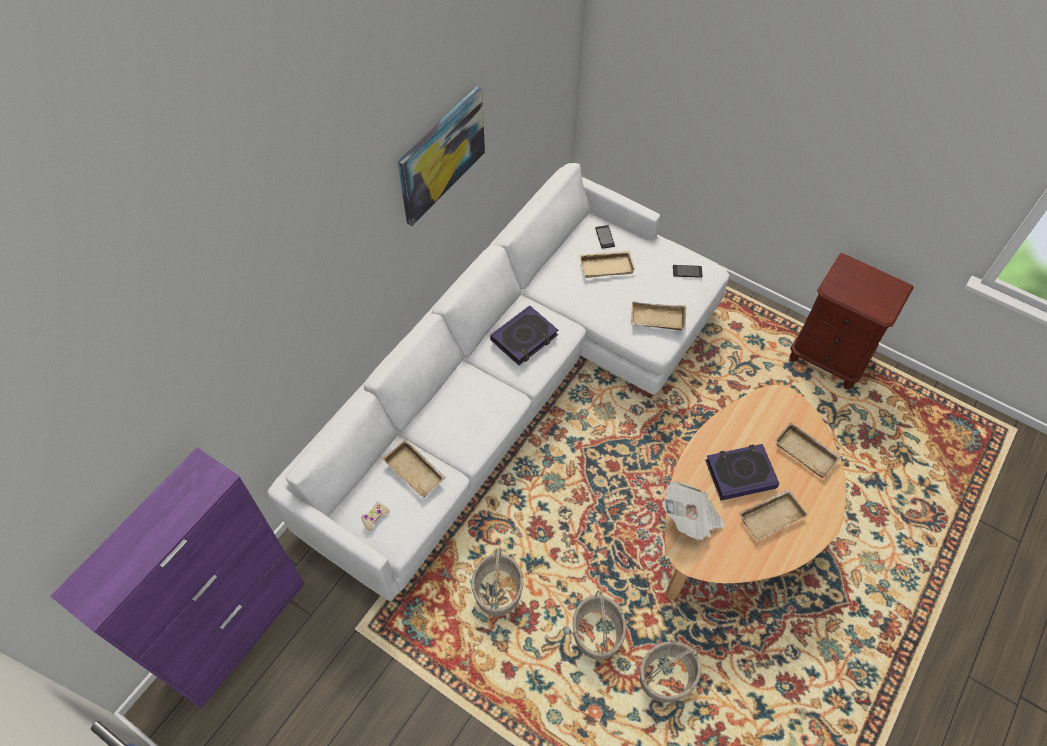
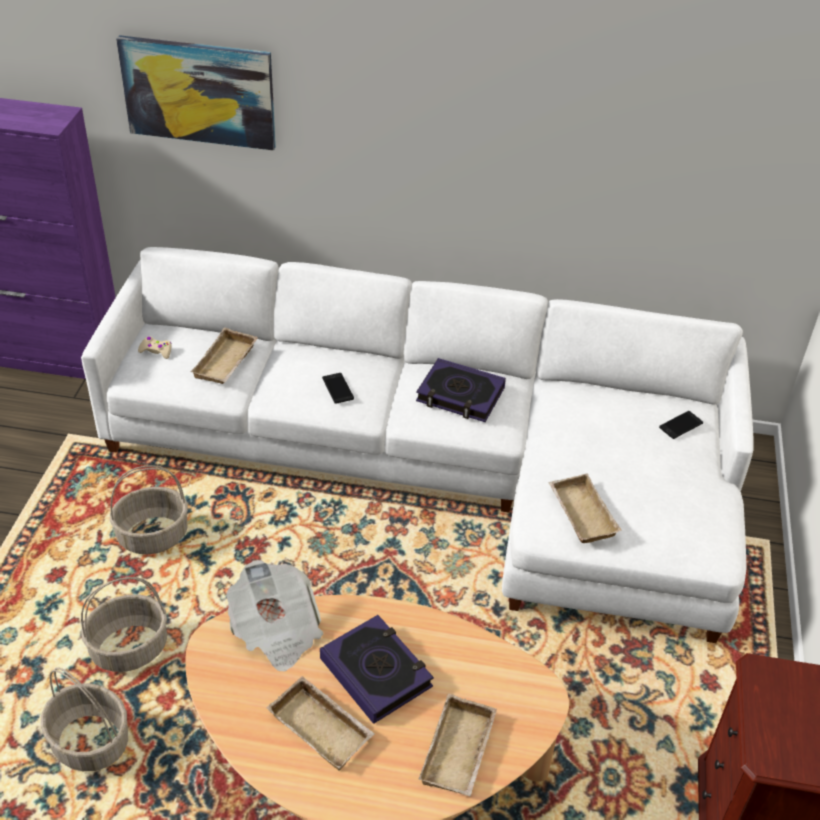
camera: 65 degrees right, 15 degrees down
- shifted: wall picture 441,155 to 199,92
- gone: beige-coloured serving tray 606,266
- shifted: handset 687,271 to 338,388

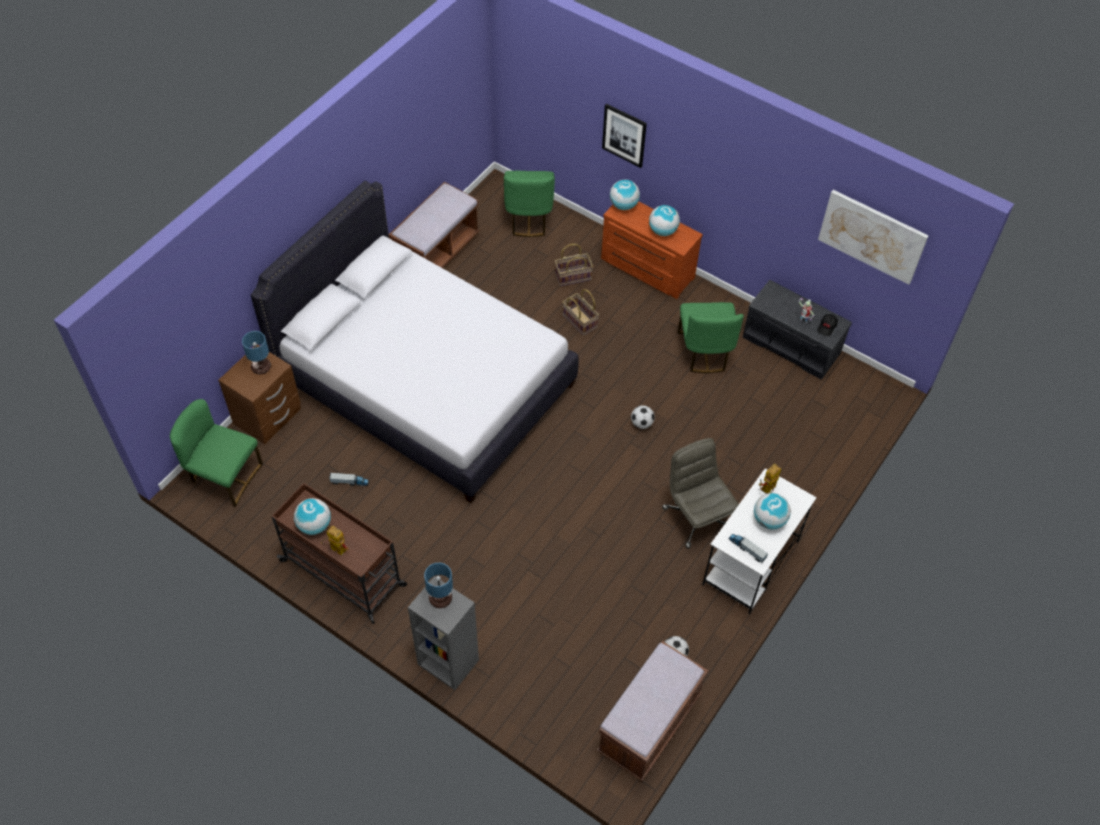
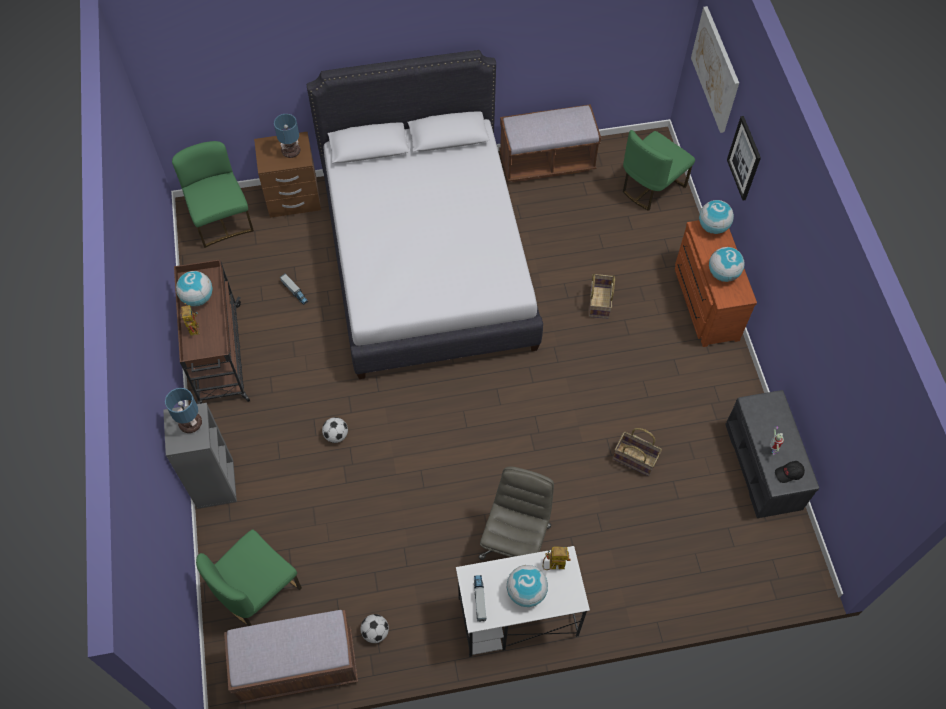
camera: 45 degrees right, 5 degrees up
- shifted: storage basket 573,276 to 635,458
- shifted: football 641,423 to 336,435
- shifted: greenish chair 704,351 to 257,590
- shifted: wall picture 872,236 to 715,69

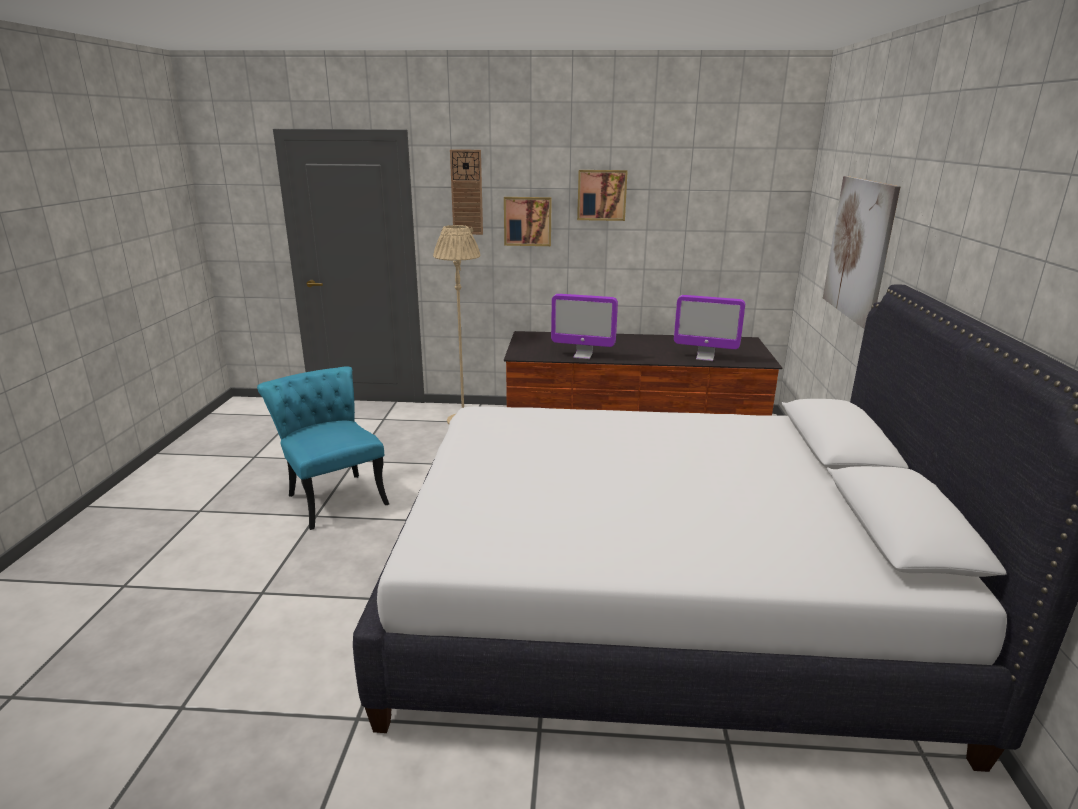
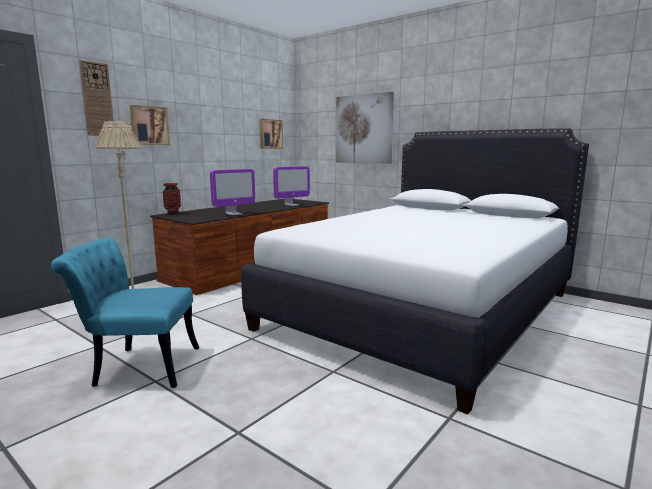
camera: 55 degrees left, 10 degrees down
- shifted: wall picture 601,195 to 270,134
- new: flower vase 173,214

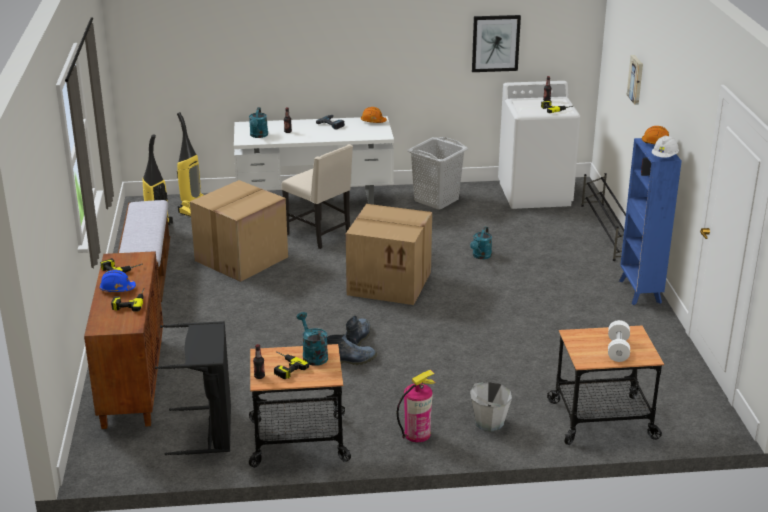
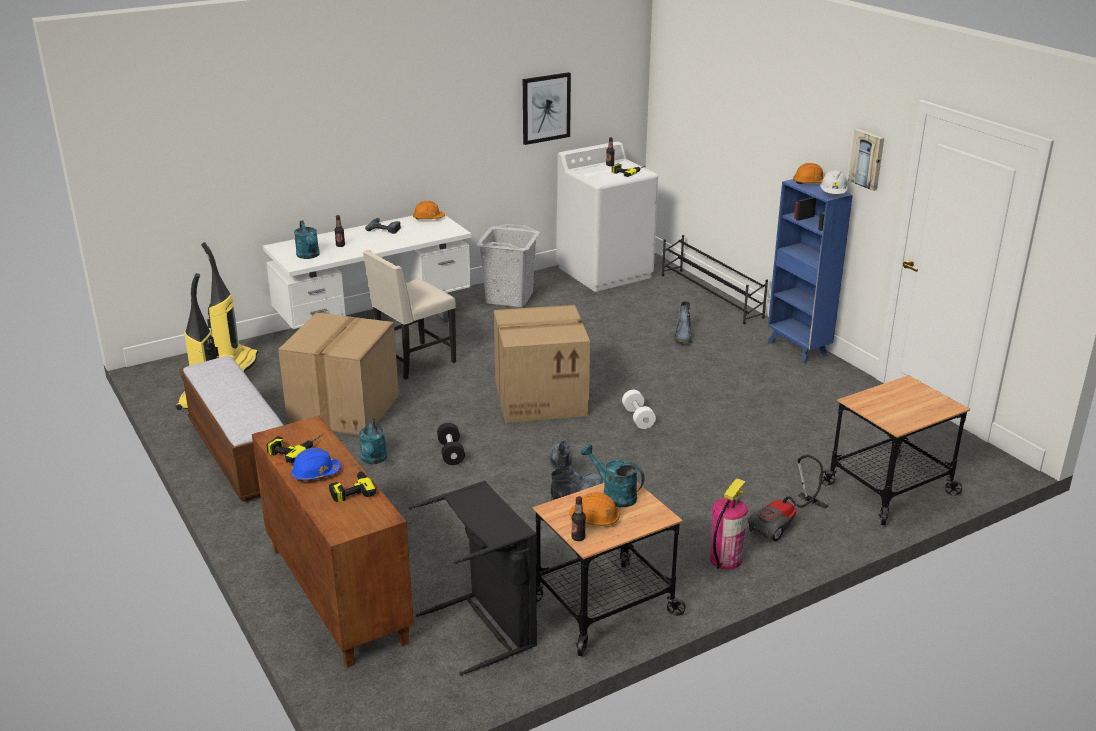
camera: 25 degrees left, 0 degrees up
- swapped: electric drill 283,367 to orange safety helmet 595,518
- rotated: beige-coloured chair 320,235 = 413,362 120 degrees clockwise
- shifted: turquoise sprinkling can 480,256 to 373,460
- swapped: grey bucket 489,422 to vacuum 785,524
- shifted: white hand weight 618,349 to 638,418
- shifted: wall picture 636,79 to 867,159
- new: black-coloured hand weight 451,453
- new: tall boot 683,336

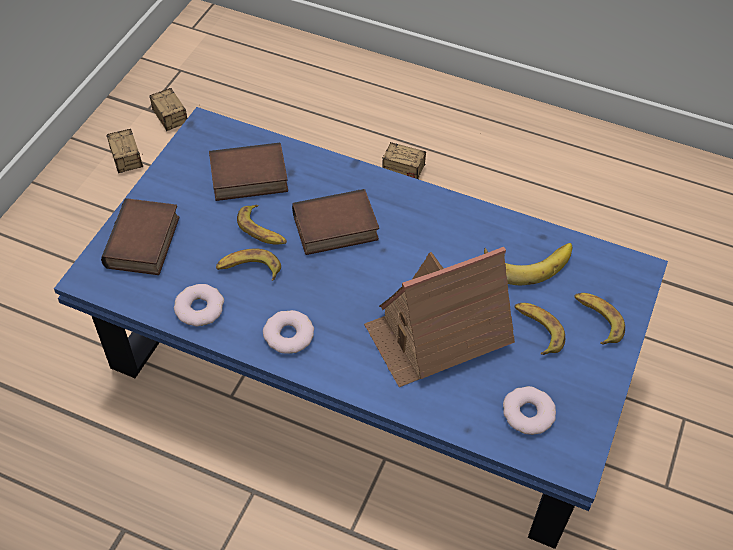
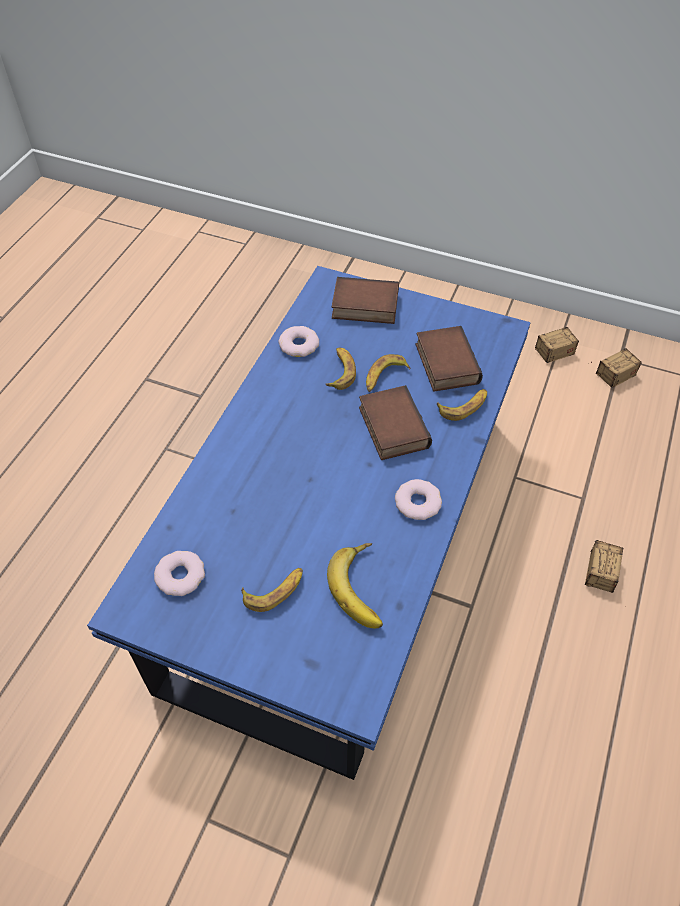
camera: 90 degrees right, 0 degrees up
- shifted: donut 288,335 to 417,502
- gone: miniature house 438,333
- shifted: banana fruit 597,320 to 464,406

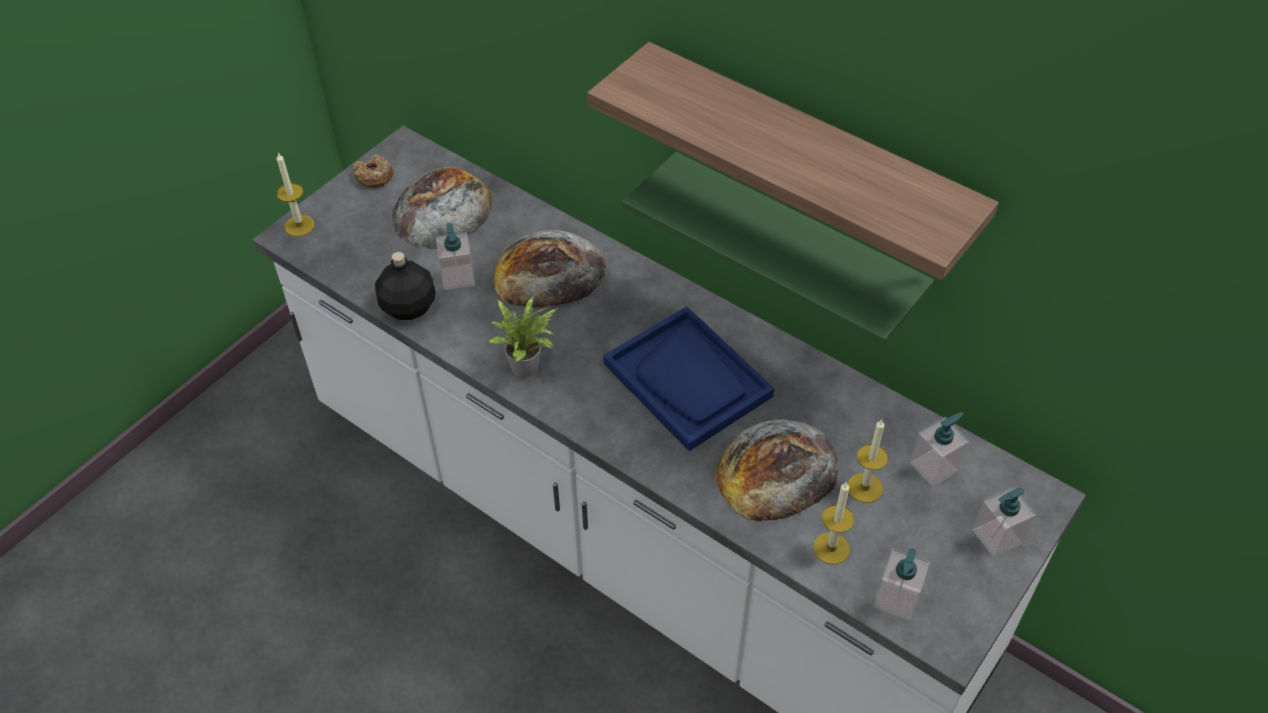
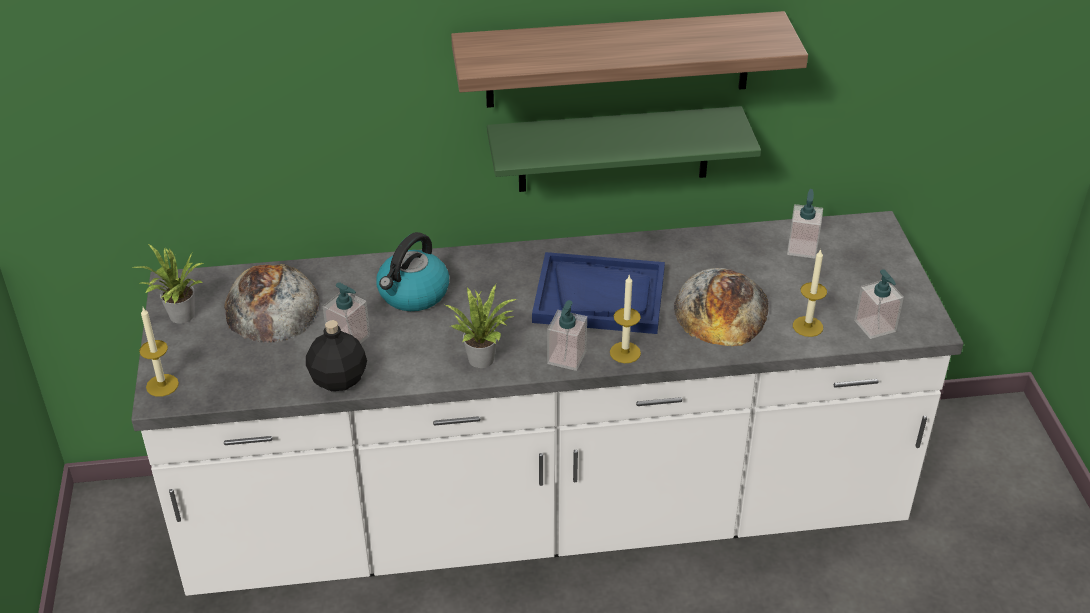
camera: 45 degrees left, 10 degrees down
- swapped: donut 374,176 to plant in a pot 179,317
- swapped: baked bread 549,271 to tea kettle 413,294
- shifted: wax light 864,487 to 625,352
- shifted: liquid soap bottle 997,537 to 566,357

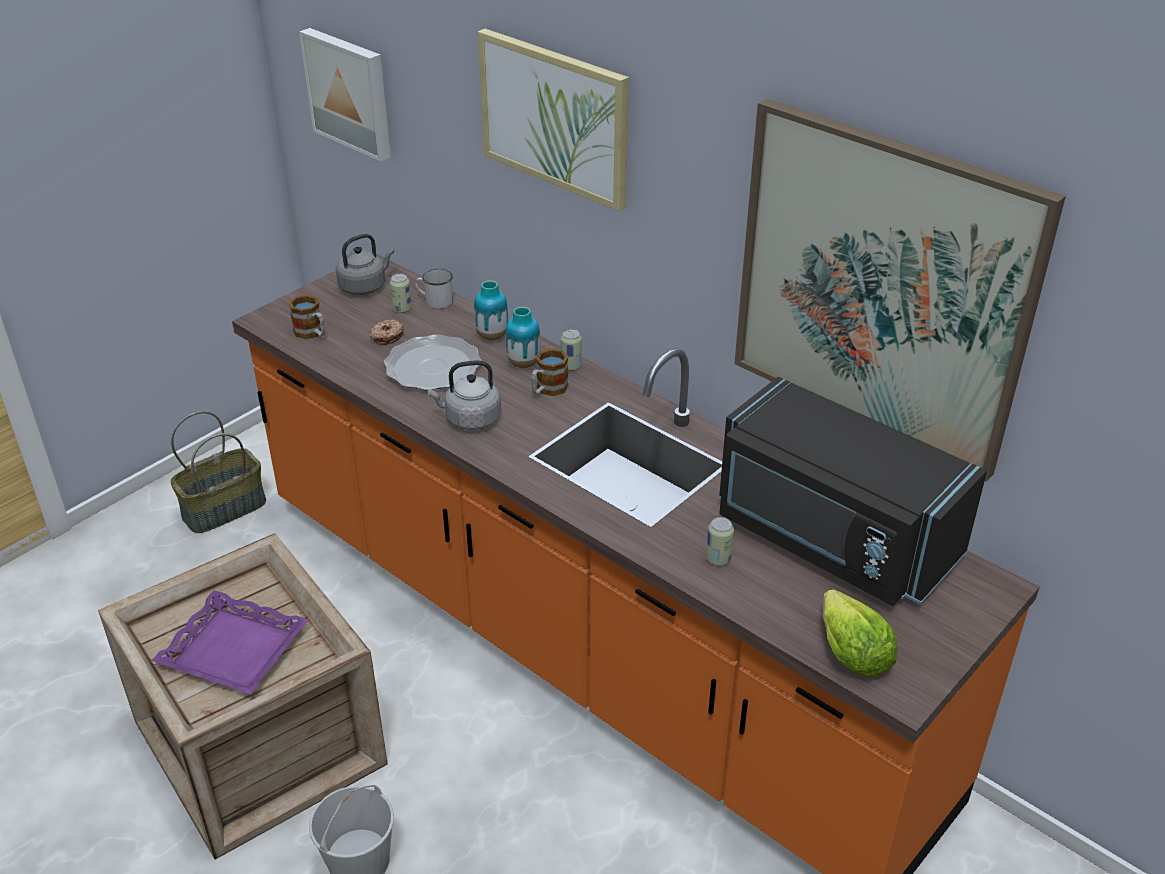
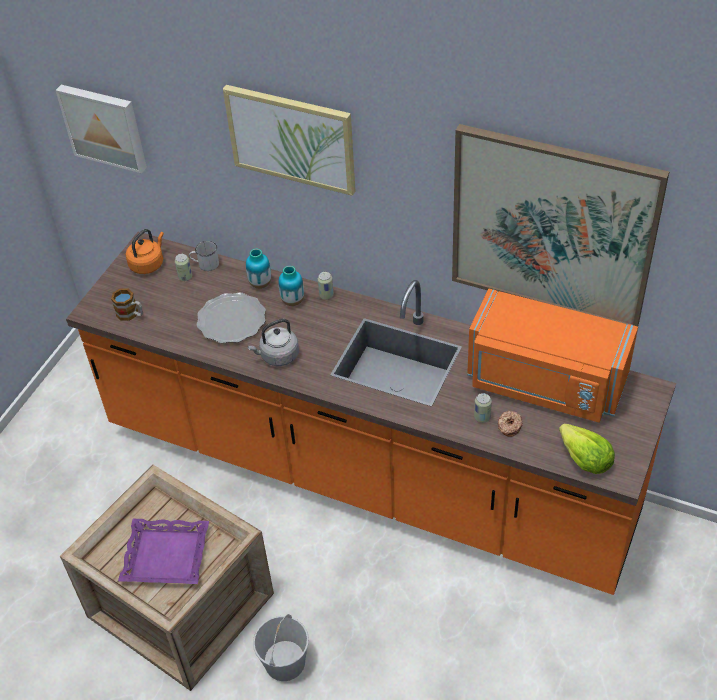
camera: 15 degrees left, 10 degrees up
- gone: storage basket 224,508
- repainted: grey tea kettle 365,286 to orange tea kettle 148,264
- shifted: donut 387,336 to 509,426
- gone: coffee mug 547,390
- repainted: black-coloured microwave 831,539 to orange microwave 544,384

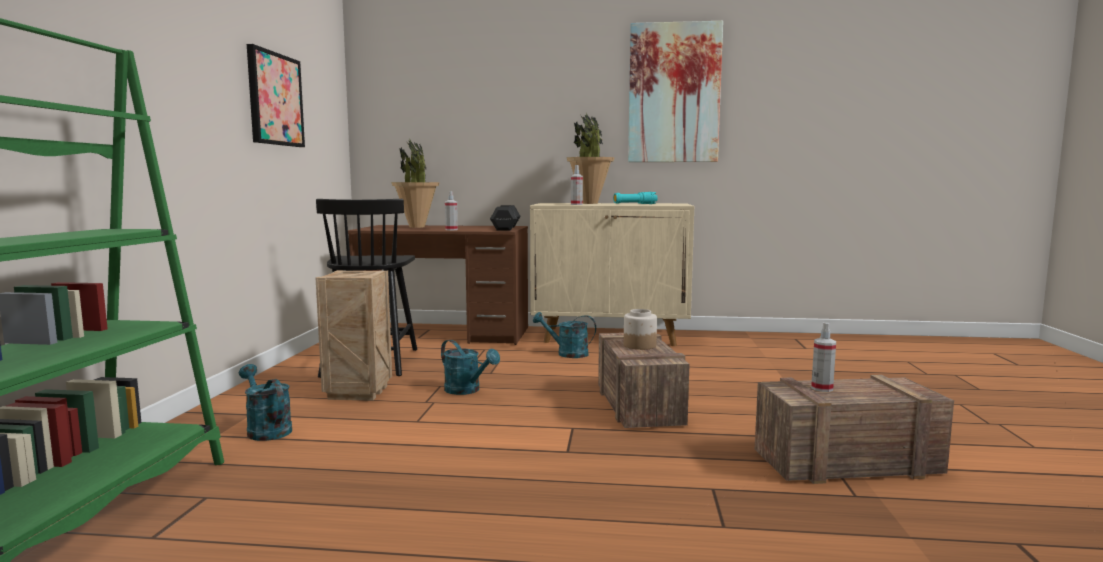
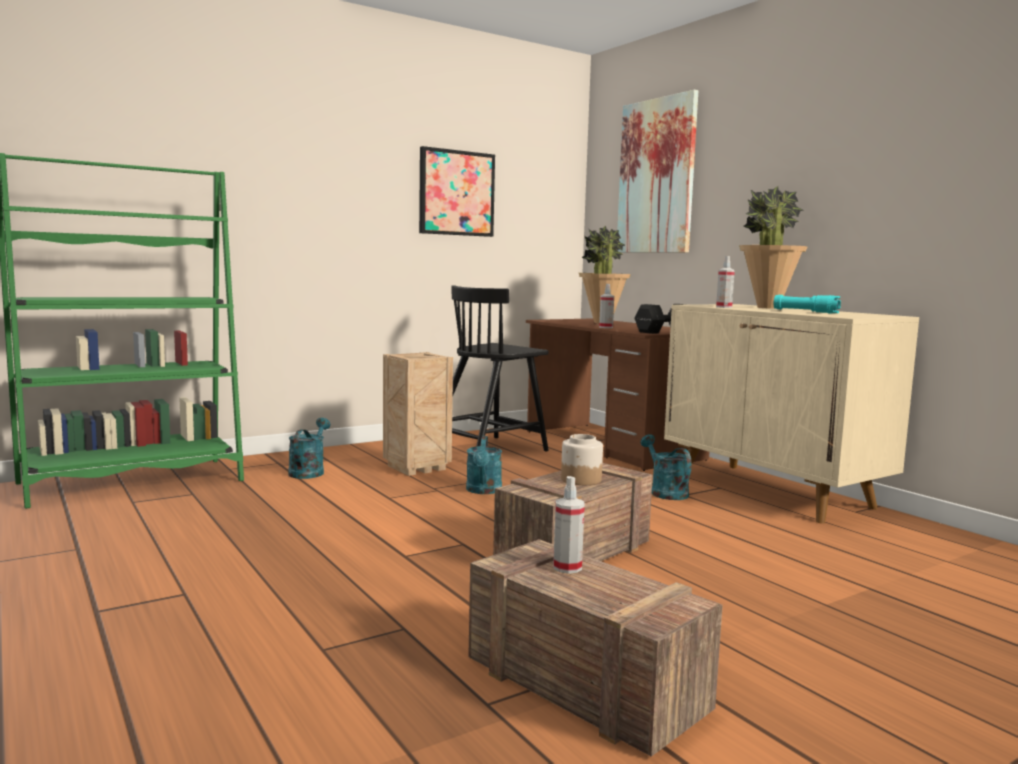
camera: 50 degrees right, 0 degrees up
- shifted: wall picture 674,93 to 656,176

